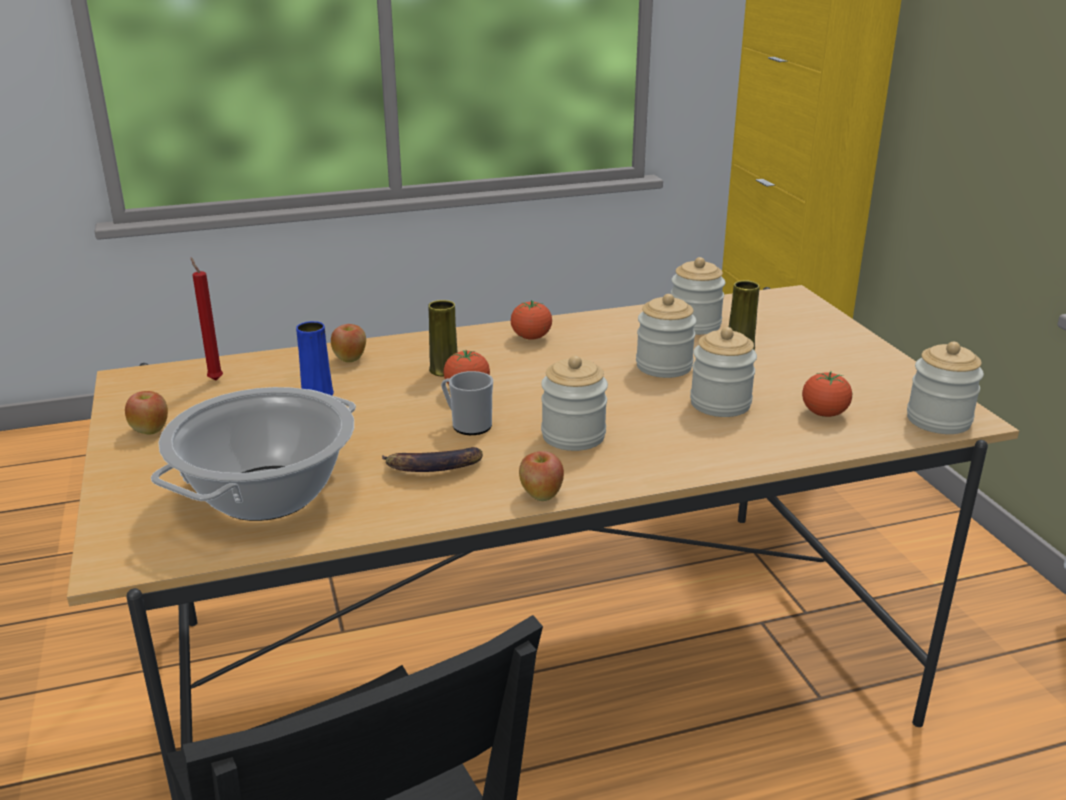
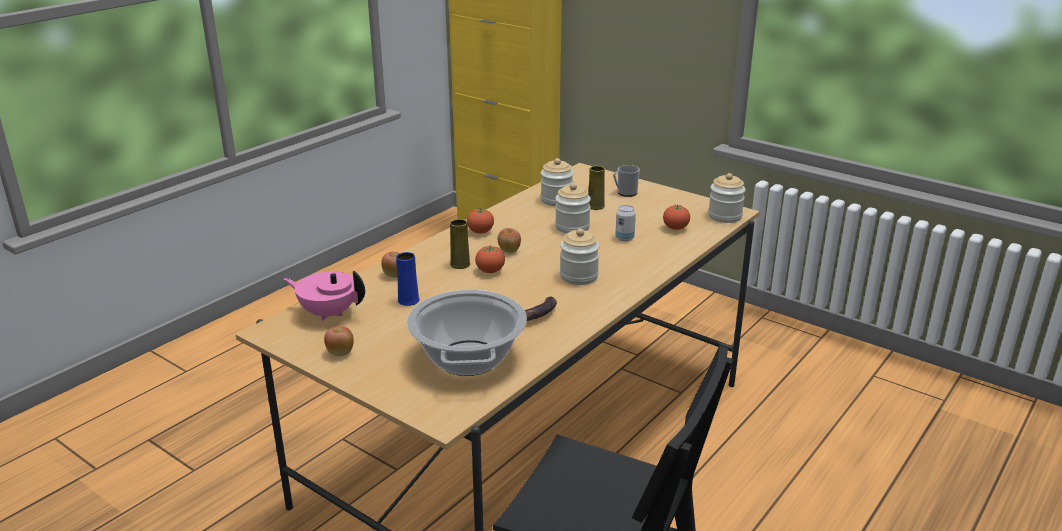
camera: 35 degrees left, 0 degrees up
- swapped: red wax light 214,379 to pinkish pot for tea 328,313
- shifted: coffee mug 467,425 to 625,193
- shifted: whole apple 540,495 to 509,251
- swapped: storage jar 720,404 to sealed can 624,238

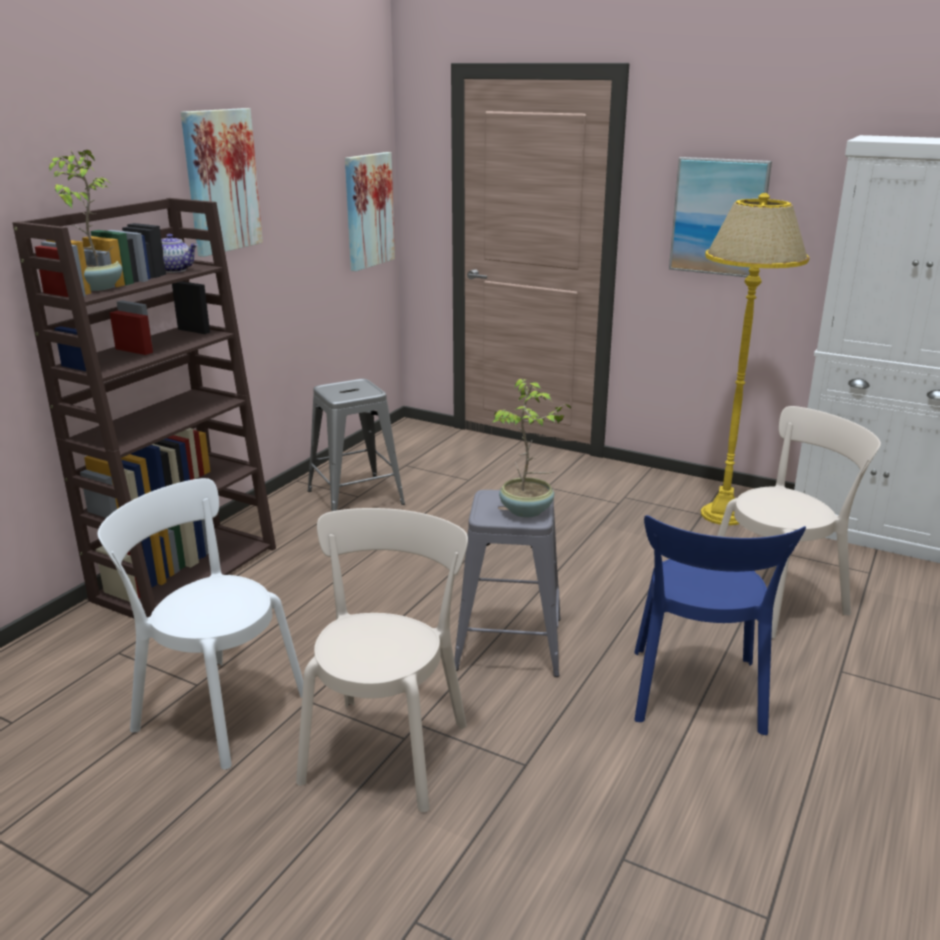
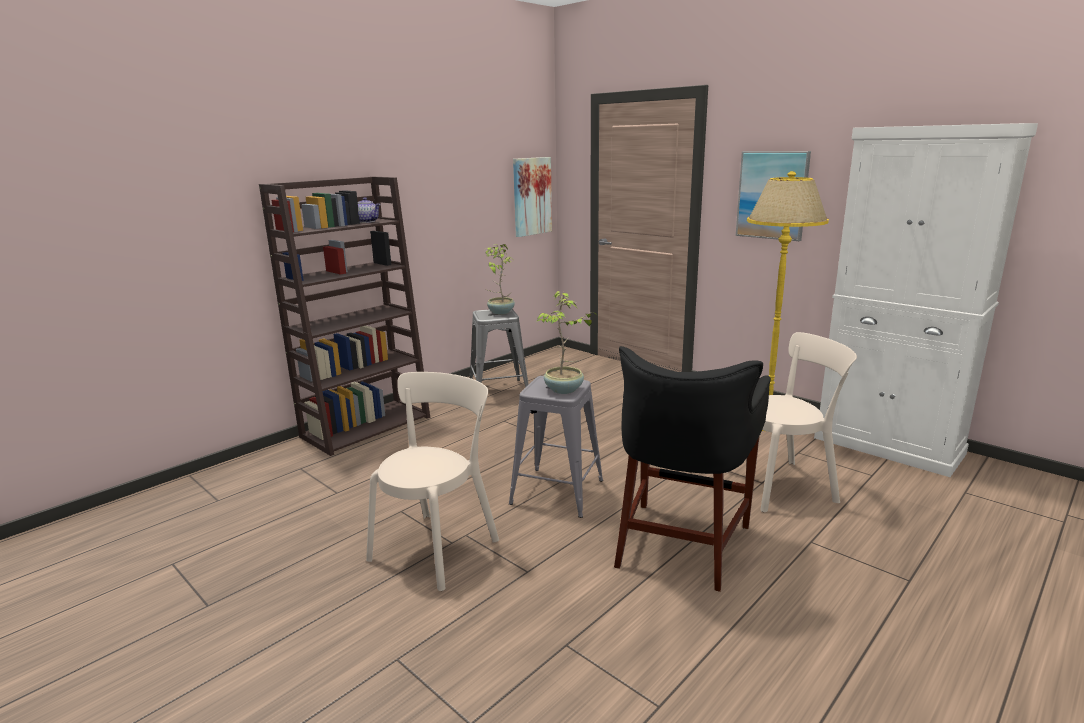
camera: 15 degrees right, 5 degrees down
- shifted: plant in a pot 95,287 to 500,312
- gone: white chair 214,709
- gone: wall picture 221,181
- swapped: bluish chair 696,695 to black-coloured sitting stool 681,543

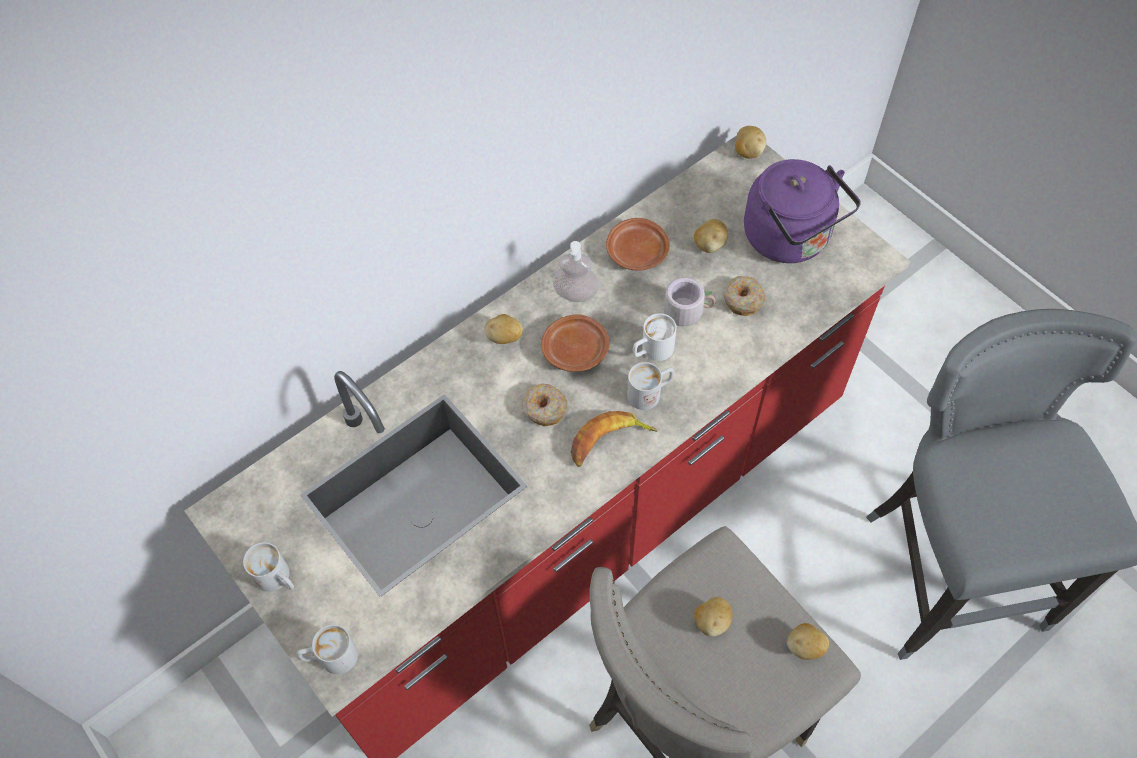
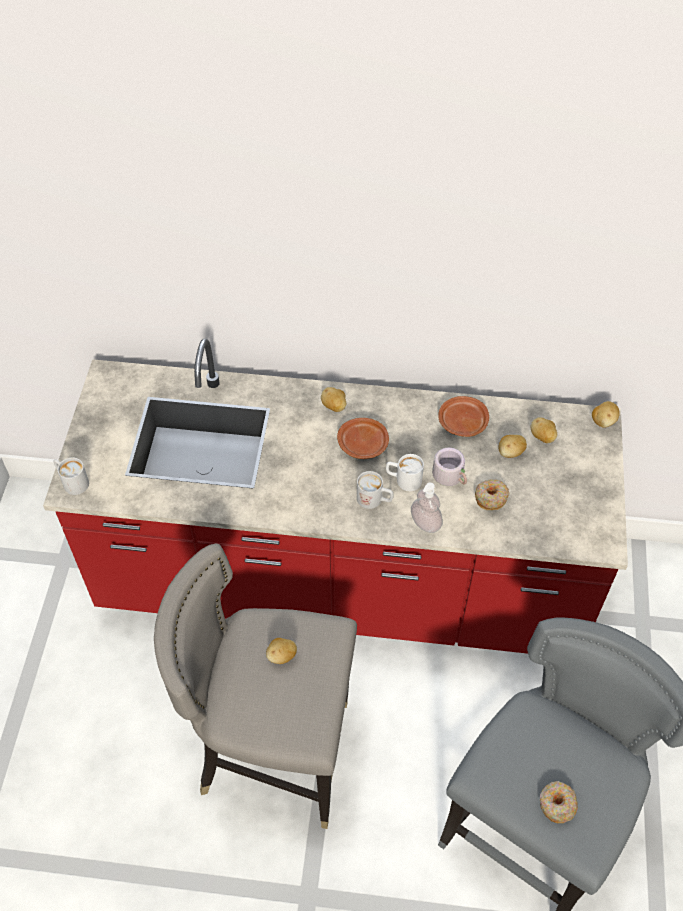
camera: 45 degrees right, 5 degrees down
- gone: white coffee mug 278,579
- shifted: donut 544,409 to 556,804
- shifted: liquid soap bottle 576,293 to 425,523
- gone: banana fruit 609,442
- gone: purple tea kettle 791,239
- shifted: potato 804,647 to 542,437

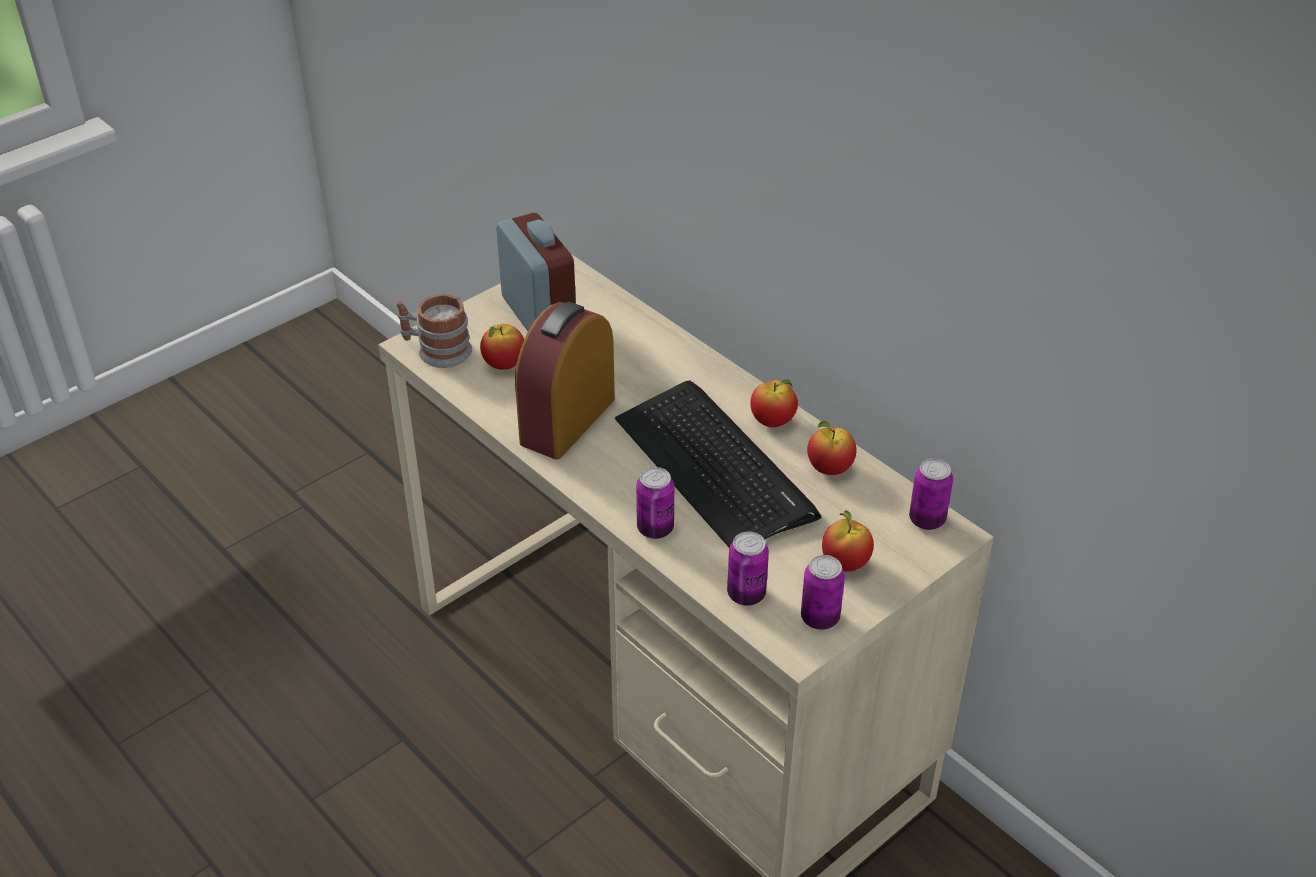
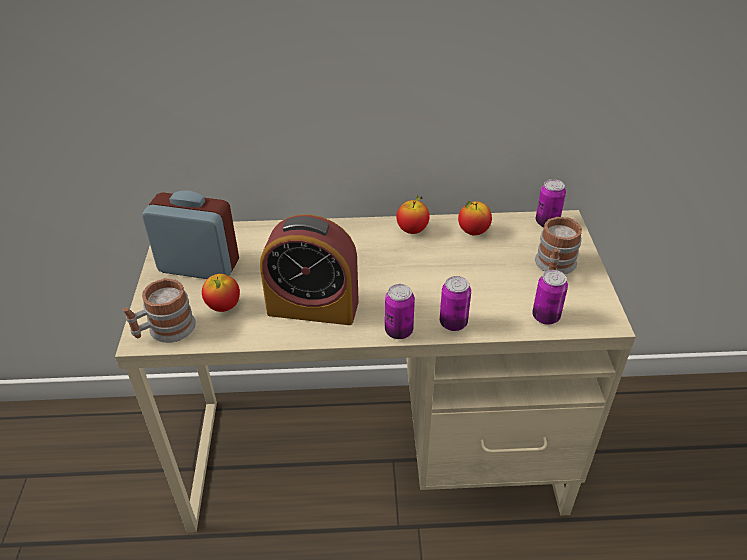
camera: 50 degrees left, 0 degrees up
- rotated: bedside clock 568,420 = 313,307 60 degrees counterclockwise
- gone: computer keyboard 715,466
- shifted: sealed can 820,618 to 399,331
- swapped: whole apple 845,563 to coffee mug 554,267

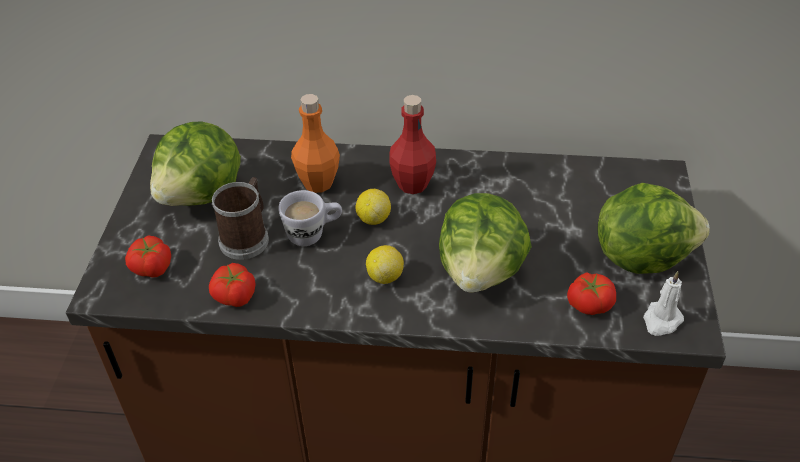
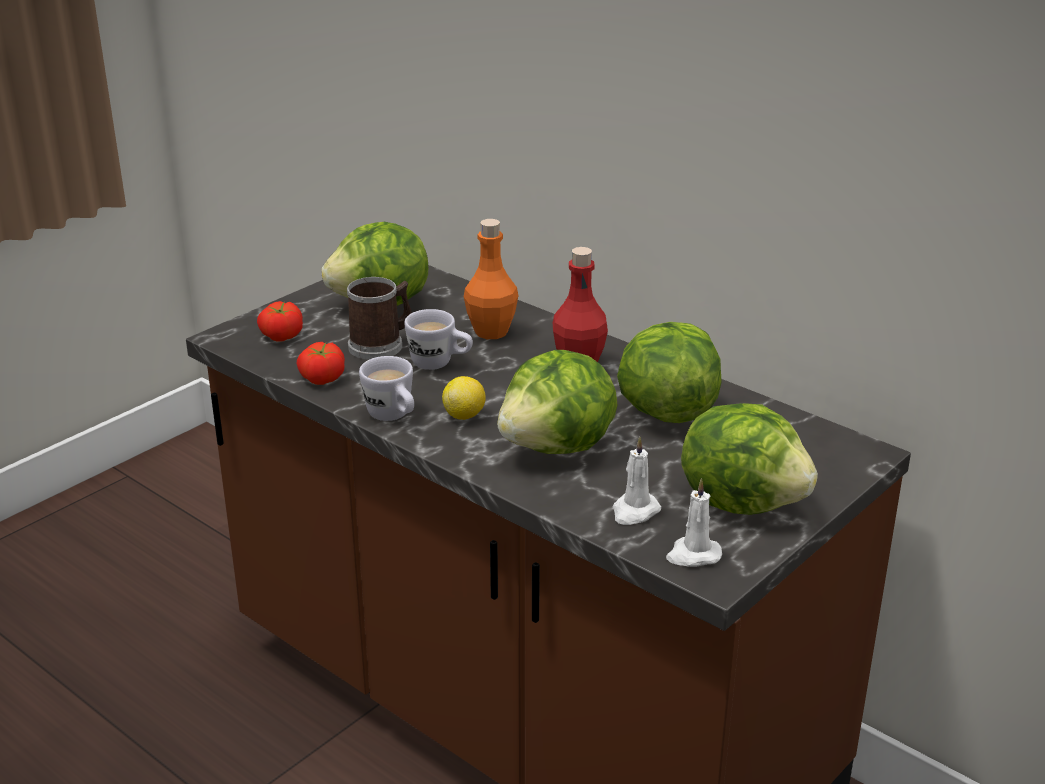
camera: 35 degrees right, 15 degrees down
- gone: whole lemon 373,218
- swapped: fresh tomato 589,303 to white wax light 634,512
- new: white coffee mug 393,417
- new: lettuce head 666,411

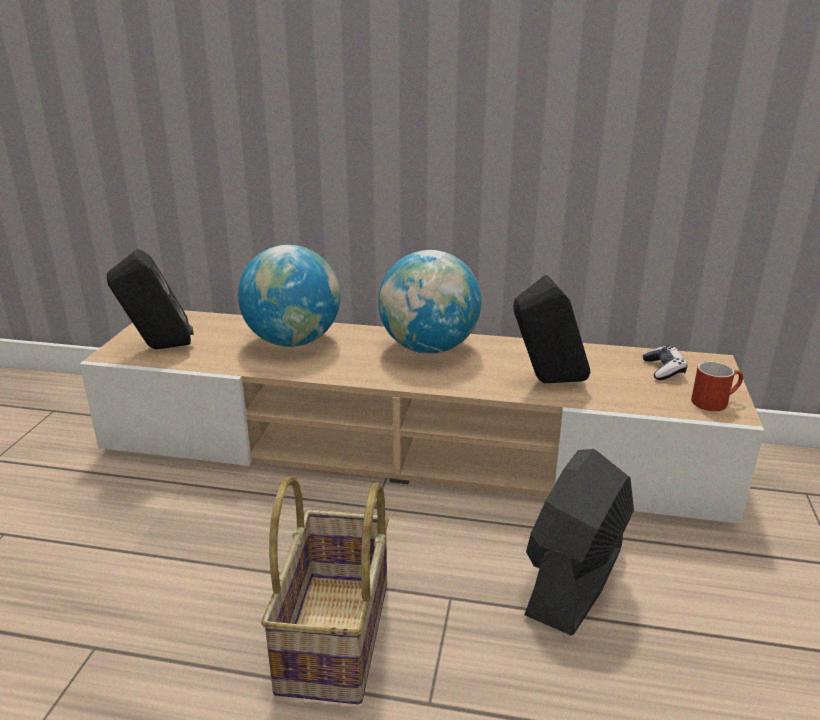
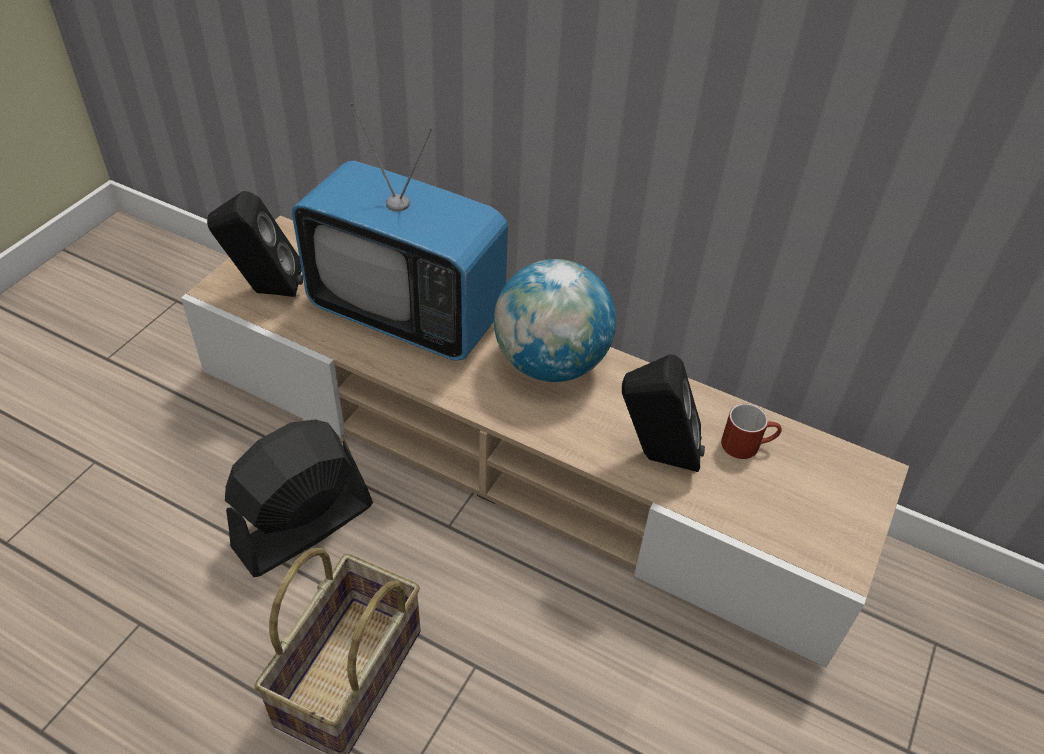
camera: 15 degrees right, 20 degrees up
- swapped: desk globe 293,341 to TV 407,314
- shifted: black-coloured electric fan 574,581 to 303,526
- gone: game controller 663,370
- shifted: red coffee mug 714,401 to 747,444

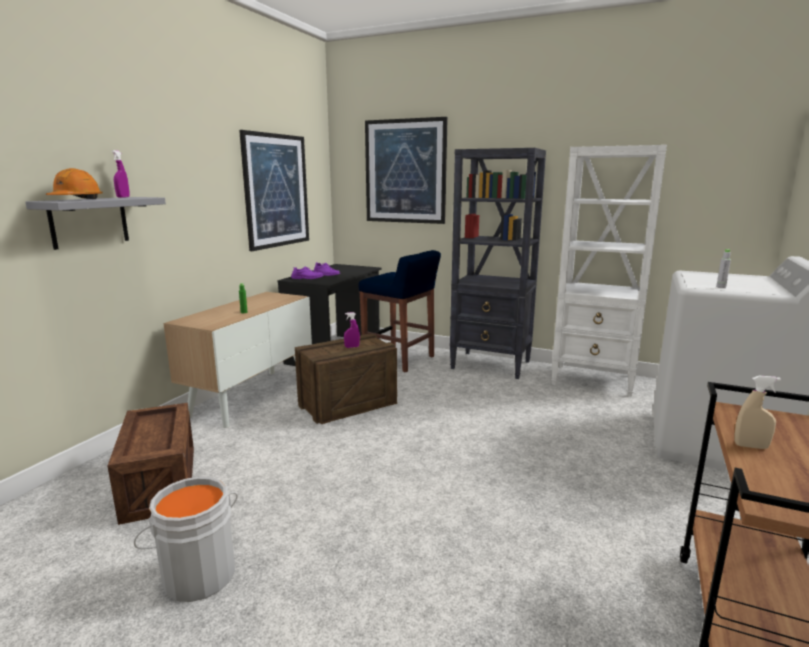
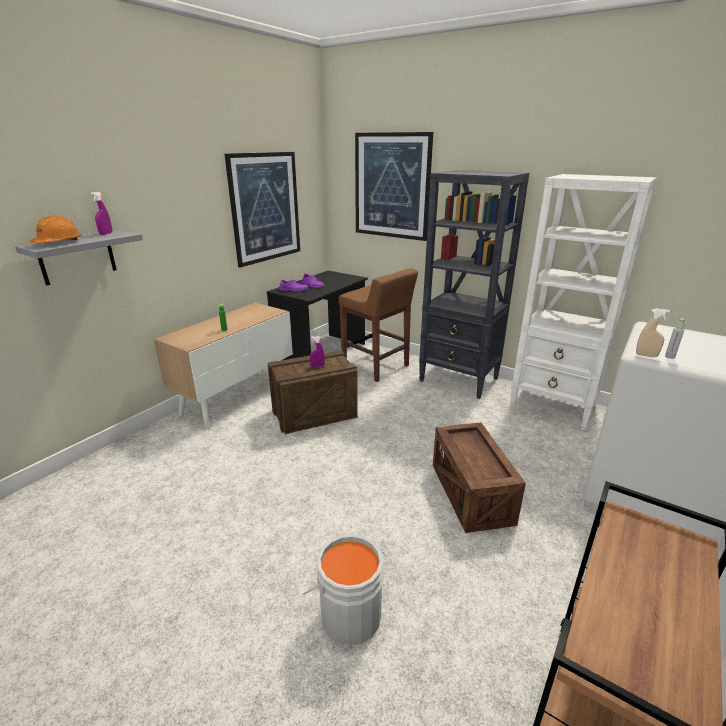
camera: 10 degrees right, 10 degrees up
- shifted: shipping crate 160,484 to 471,494
- shifted: grey bucket 198,573 to 349,613
- repainted: bluish sitting stool 400,360 to brown sitting stool 376,367
- shifted: beige-coloured hand sprayer 751,446 to 646,355

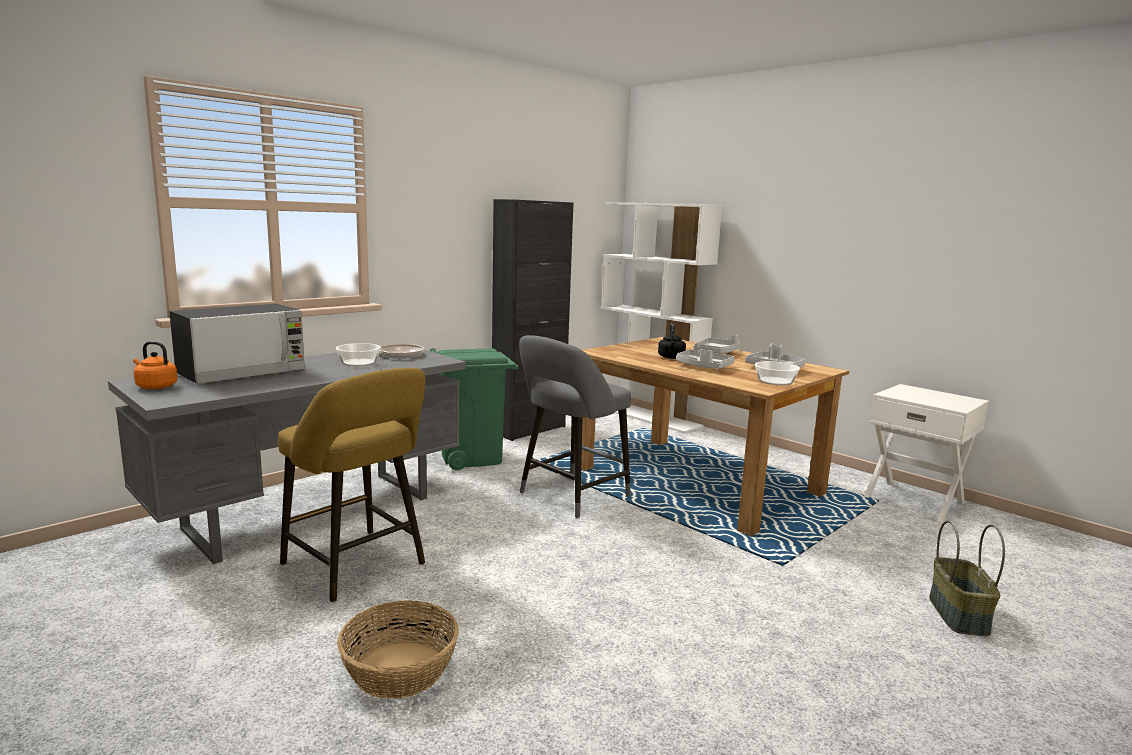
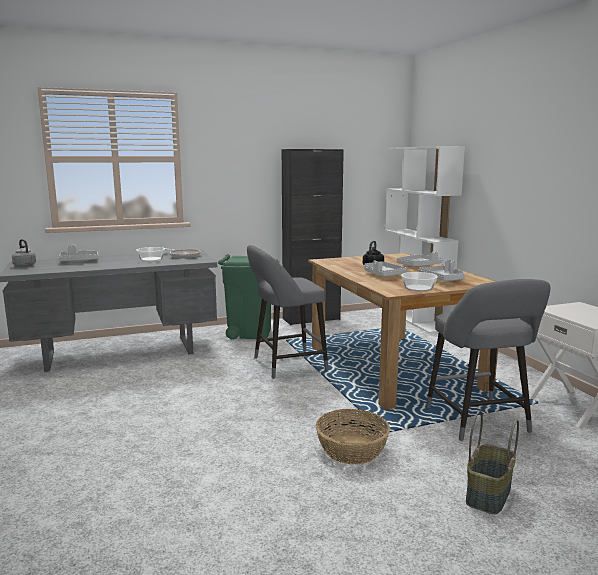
camera: 25 degrees right, 0 degrees up
- repainted: orange tea kettle 155,386 to grey tea kettle 24,265
- swapped: microwave 243,373 to grey serving tray 79,261
- gone: yellowish sitting stool 358,567
- shifted: storage basket 399,670 to 351,450
- new: grey sitting stool 479,422

